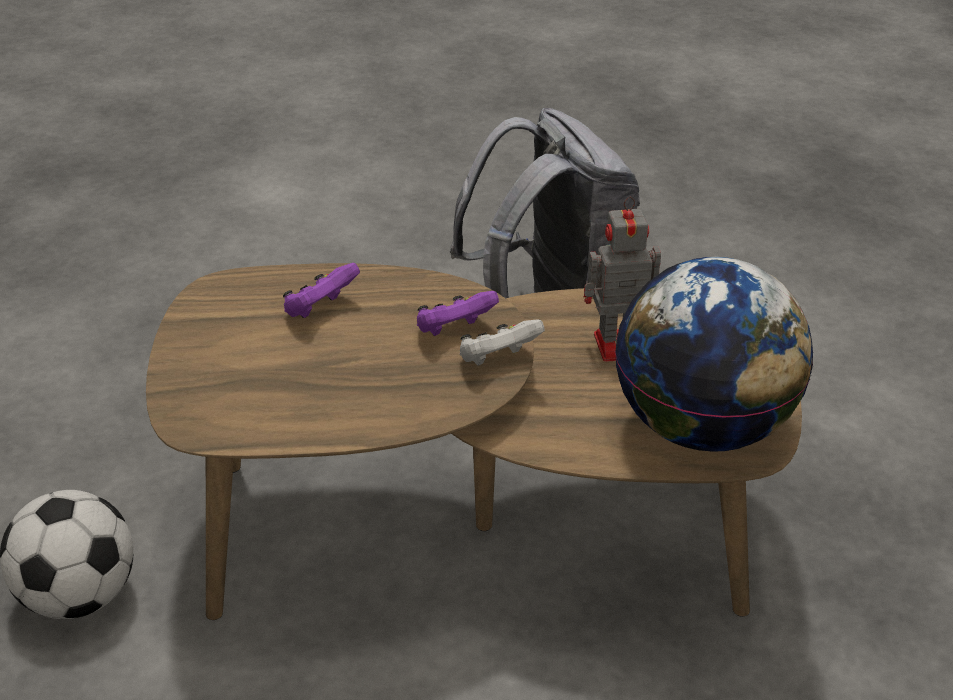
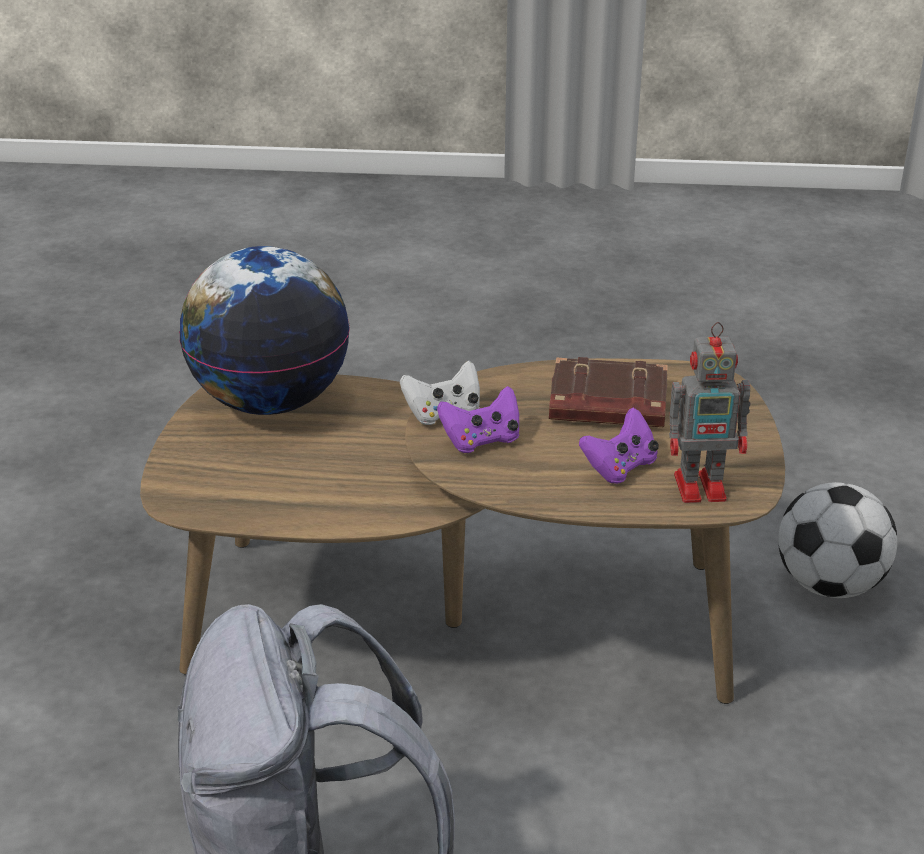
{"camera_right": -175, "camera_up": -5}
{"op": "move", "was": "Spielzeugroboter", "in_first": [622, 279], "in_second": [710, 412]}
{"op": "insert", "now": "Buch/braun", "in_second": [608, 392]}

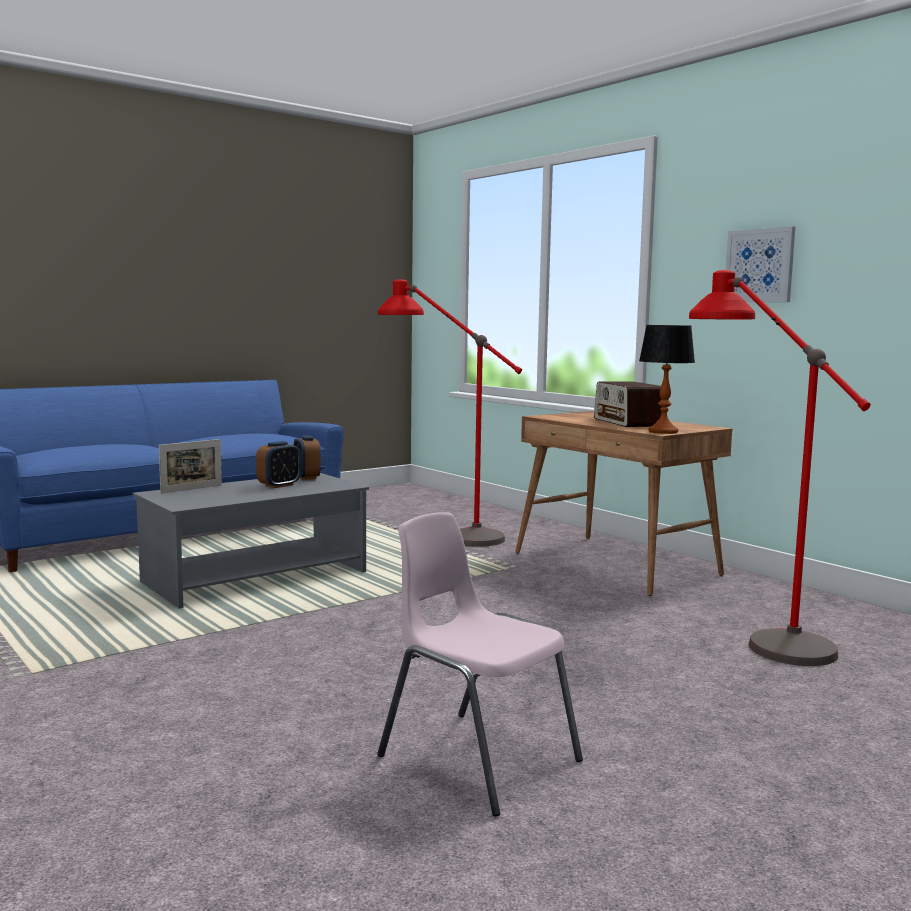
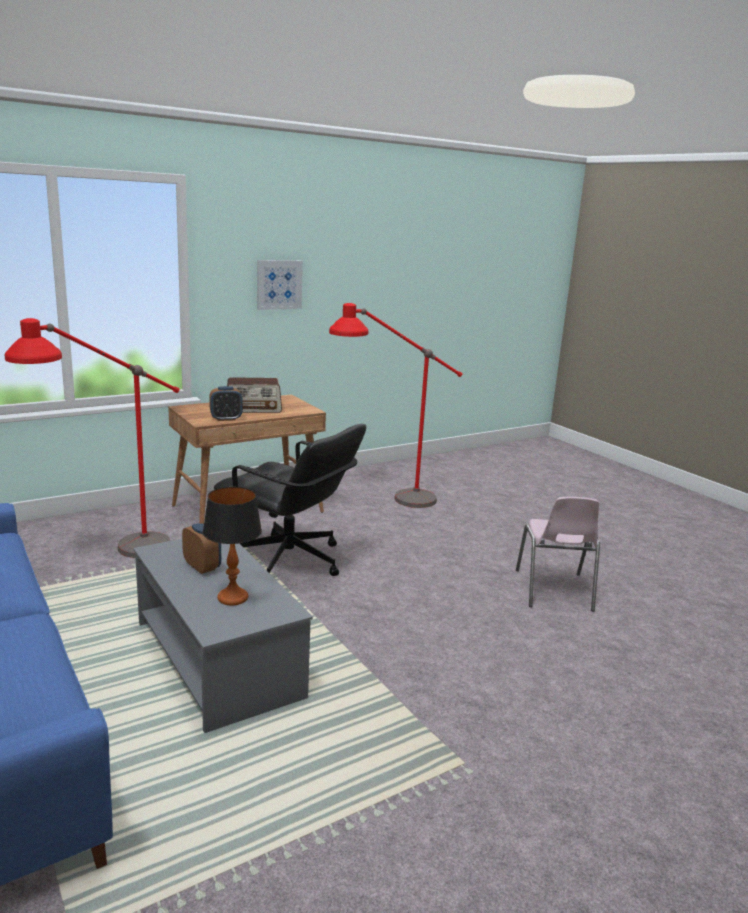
{"camera_right": -85, "camera_up": 10}
{"op": "delete", "was": "Bilderrahmen", "in_first": [190, 466]}
{"op": "move", "was": "Wecker", "in_first": [307, 457], "in_second": [226, 403]}
{"op": "rotate", "was": "Stuhl/rosa", "in_first": [480, 664], "in_second": [558, 554], "clockwise": -45}
{"op": "move", "was": "Tischlampe", "in_first": [667, 379], "in_second": [232, 546]}
{"op": "insert", "now": "Bürostuhl/schwarz", "in_second": [290, 500]}

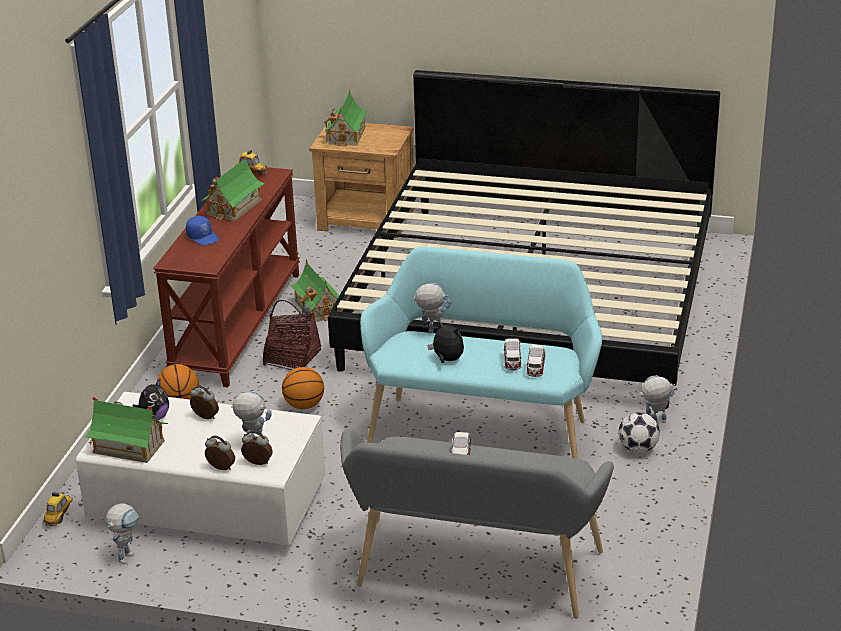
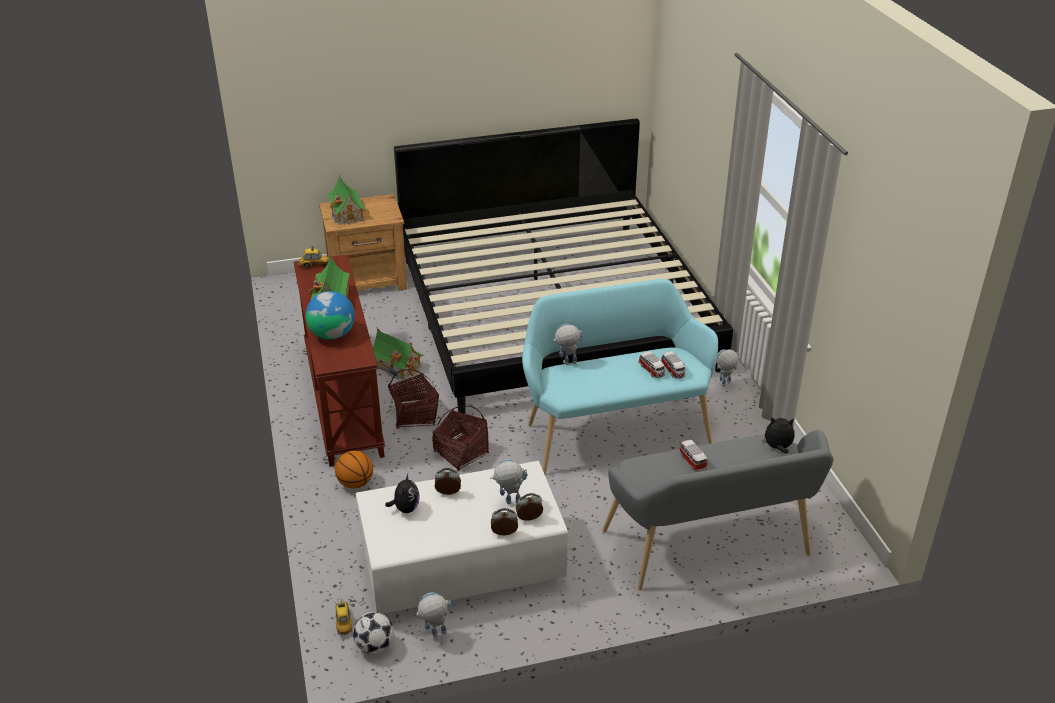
{"camera_right": -30, "camera_up": 5}
{"op": "delete", "was": "Spielzeughaus", "in_first": [126, 430]}
{"op": "rotate", "was": "Spielzeugroboter", "in_first": [122, 534], "in_second": [433, 614], "clockwise": -105}
{"op": "replace", "was": "Kappe/blau", "now": "Globus", "in_first": [202, 231], "in_second": [330, 315]}
{"op": "replace", "was": "Basketball", "now": "Korb", "in_first": [303, 388], "in_second": [460, 438]}
{"op": "move", "was": "Plüschtier", "in_first": [445, 342], "in_second": [779, 434]}
{"op": "move", "was": "Fußball", "in_first": [639, 432], "in_second": [373, 633]}

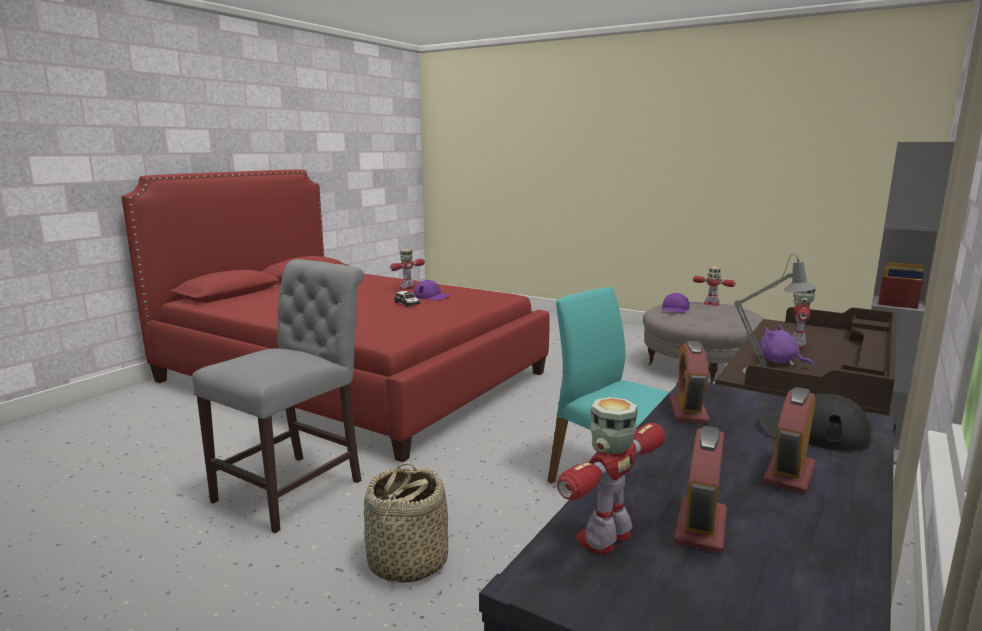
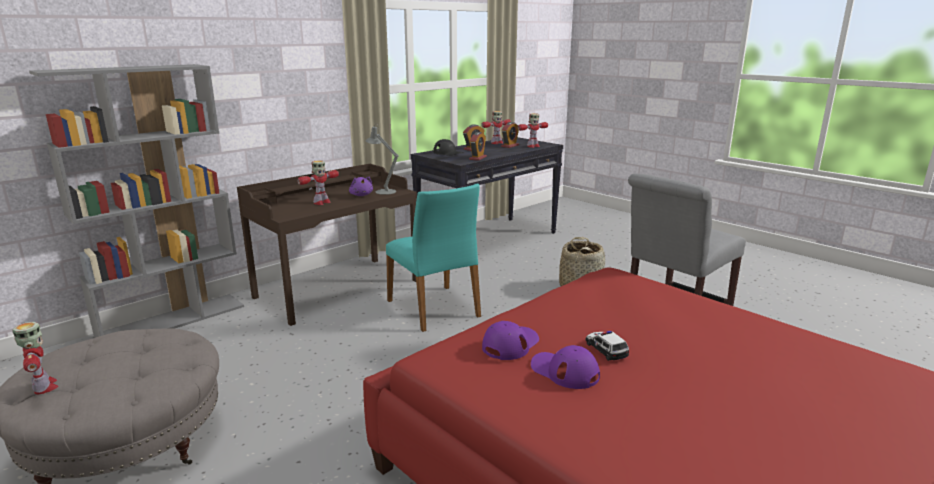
{"camera_right": -165, "camera_up": 5}
{"op": "move", "was": "Spielzeugroboter", "in_first": [407, 269], "in_second": [496, 127]}
{"op": "move", "was": "Kappe/lila", "in_first": [676, 303], "in_second": [510, 340]}

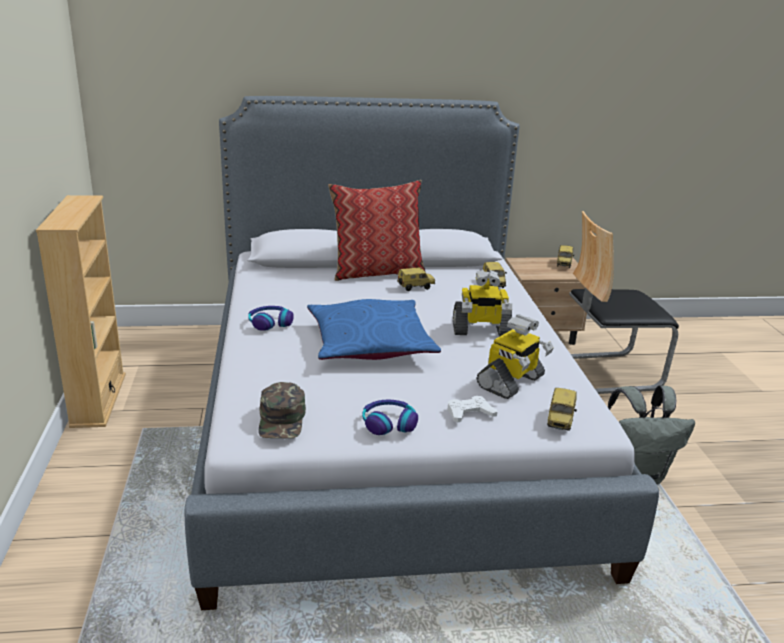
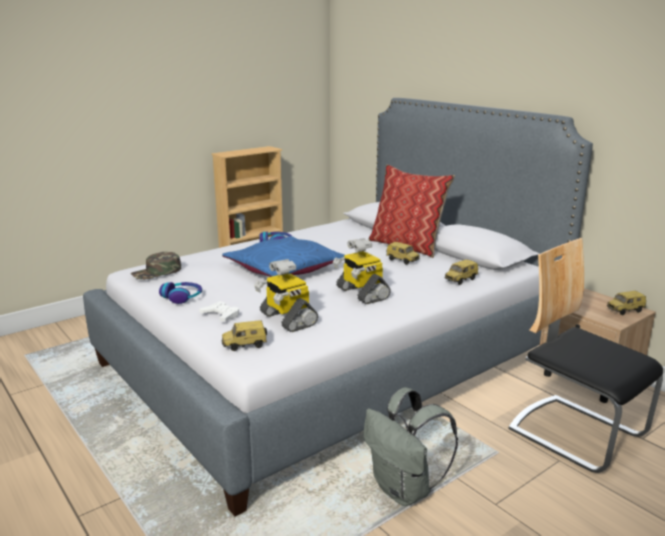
{"camera_right": 60, "camera_up": -5}
{"op": "rotate", "was": "Spielzeugroboter", "in_first": [515, 357], "in_second": [286, 295], "clockwise": 45}

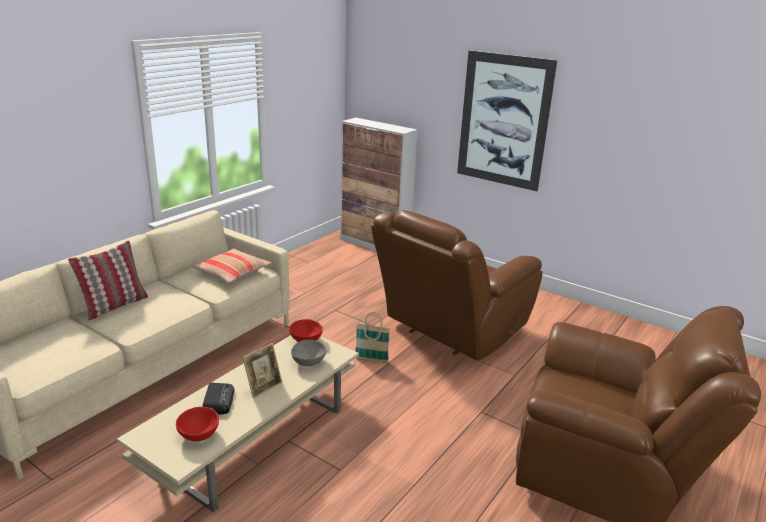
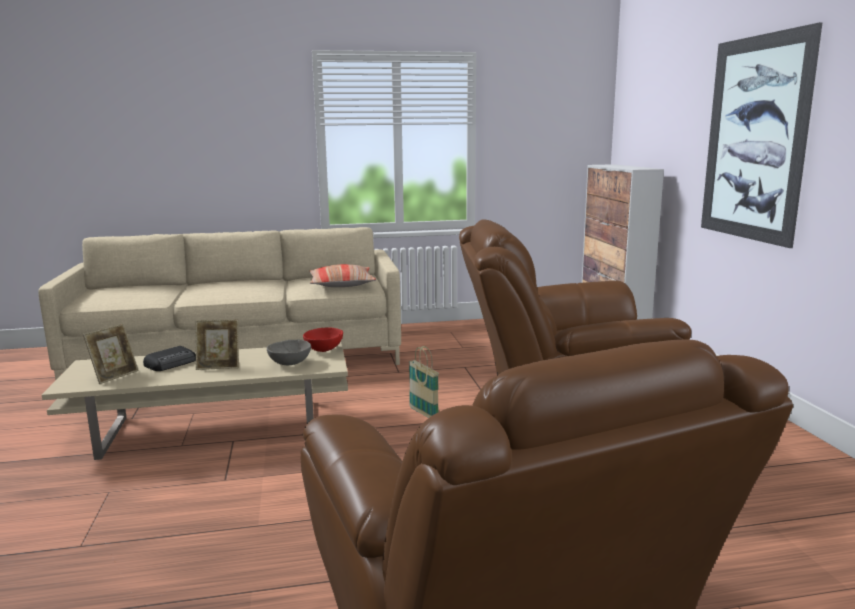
{"camera_right": 45, "camera_up": -10}
{"op": "delete", "was": "Kissen", "in_first": [108, 280]}
{"op": "replace", "was": "Schüssel/rot", "now": "Bilderrahmen", "in_first": [197, 424], "in_second": [111, 354]}

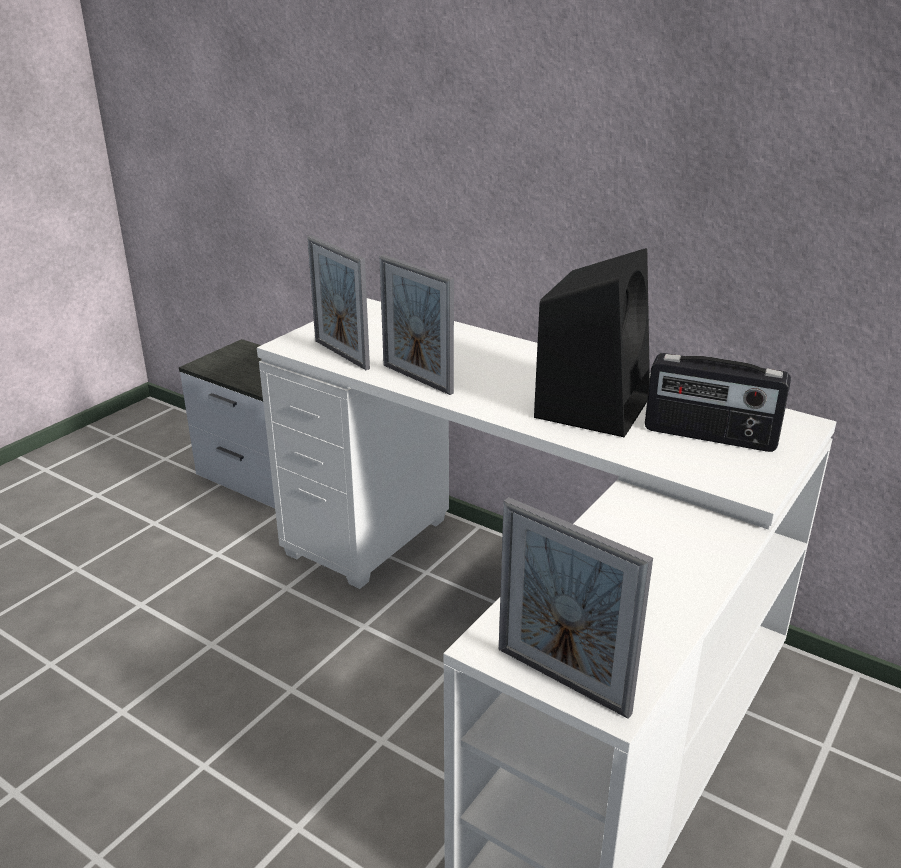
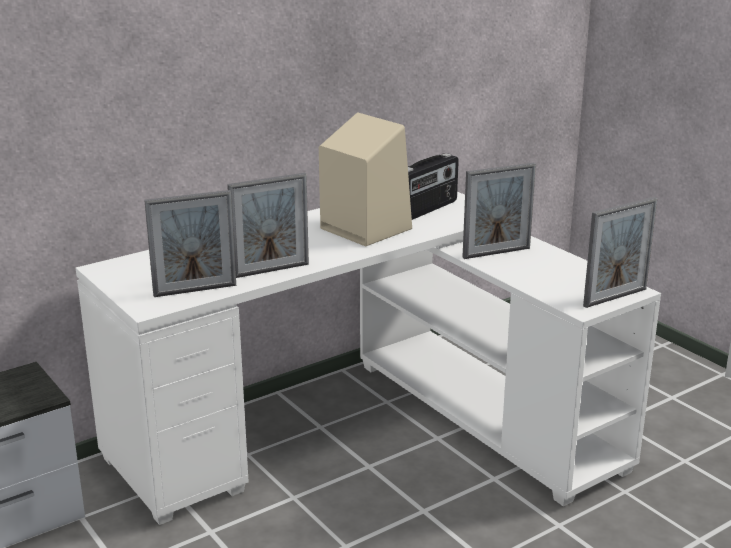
{"camera_right": -70, "camera_up": -5}
{"op": "recolor", "was": "Lautsprecher/schwarz", "now": "Lautsprecher/beige", "in_first": [592, 342], "in_second": [365, 179]}
{"op": "insert", "now": "Bilderrahmen", "in_second": [499, 211]}

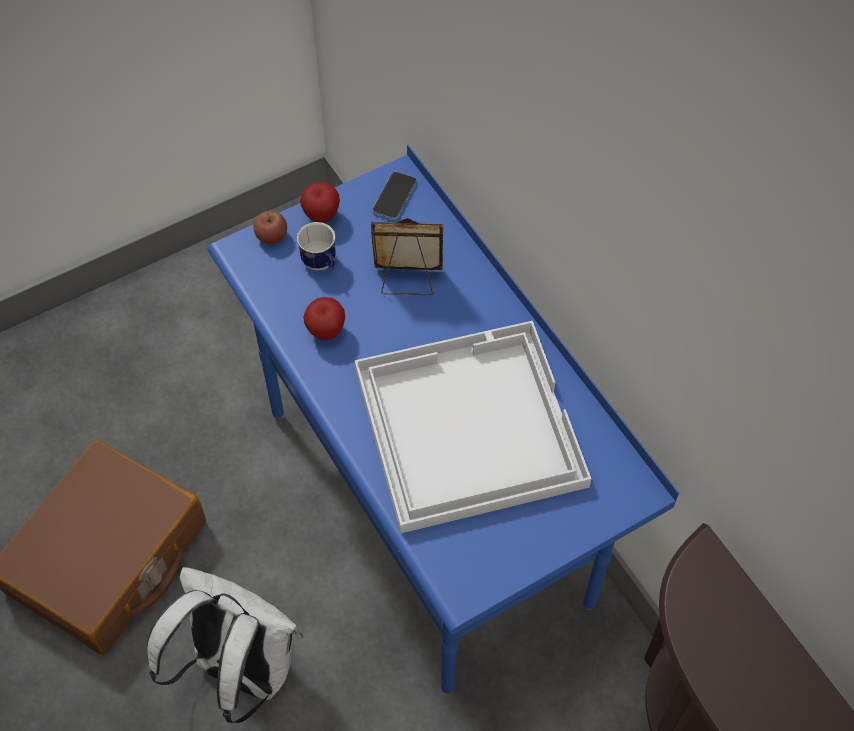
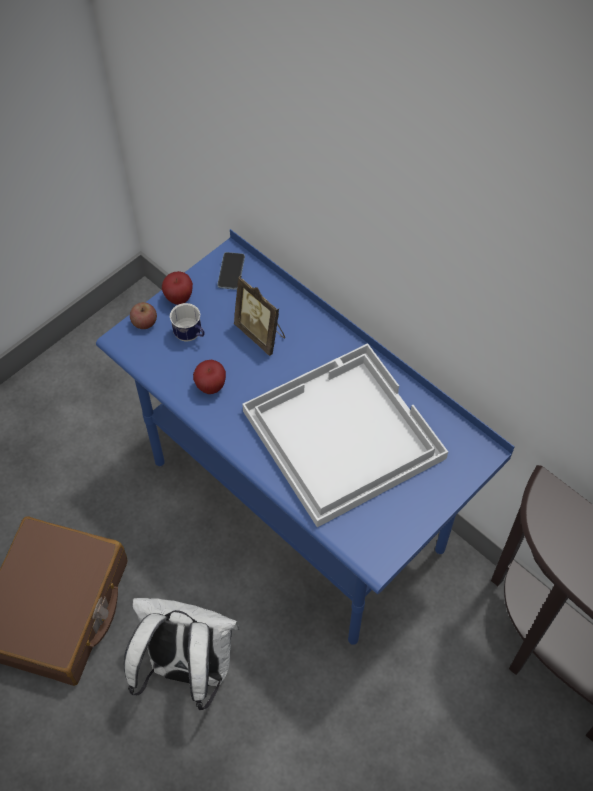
{"camera_right": -15, "camera_up": 0}
{"op": "rotate", "was": "Bilderrahmen", "in_first": [407, 257], "in_second": [259, 316], "clockwise": -120}

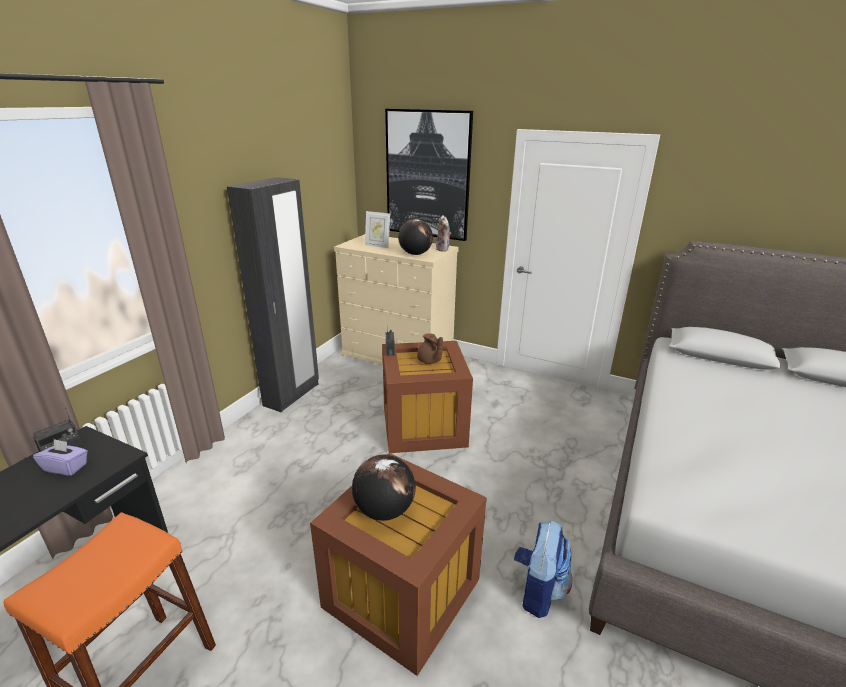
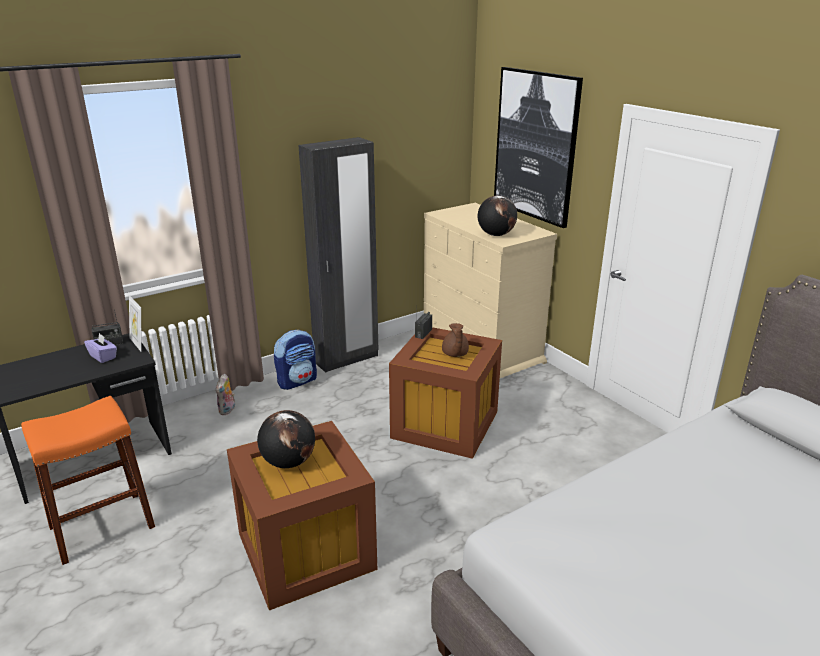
{"camera_right": 30, "camera_up": 0}
{"op": "move", "was": "Bilderrahmen", "in_first": [377, 229], "in_second": [135, 323]}
{"op": "move", "was": "Plüschtier", "in_first": [443, 233], "in_second": [225, 394]}
{"op": "move", "was": "Rucksack", "in_first": [543, 569], "in_second": [295, 360]}

